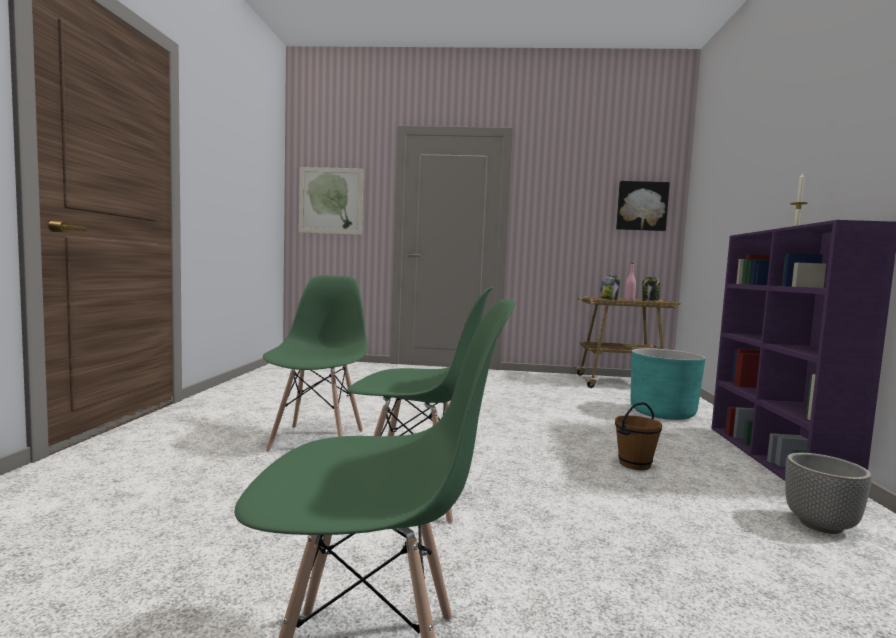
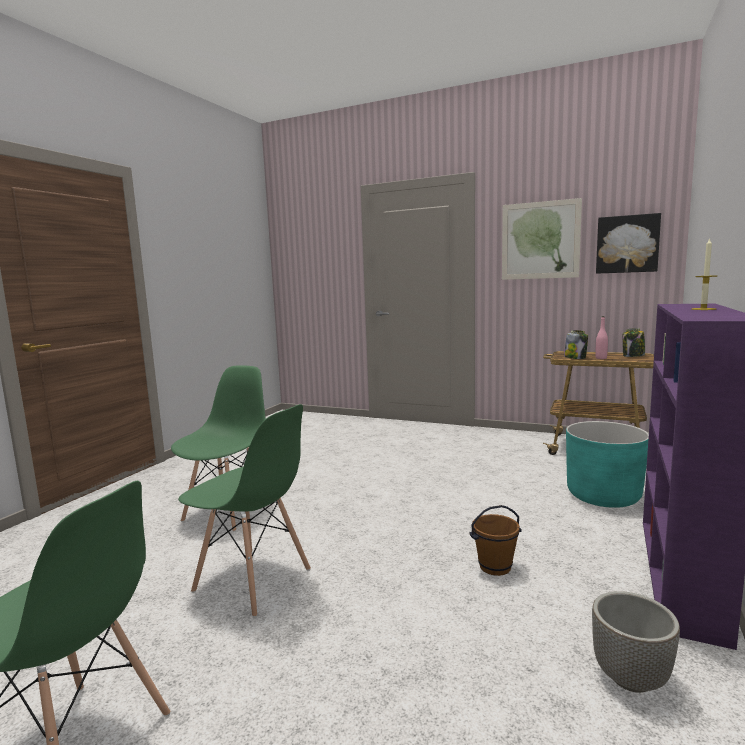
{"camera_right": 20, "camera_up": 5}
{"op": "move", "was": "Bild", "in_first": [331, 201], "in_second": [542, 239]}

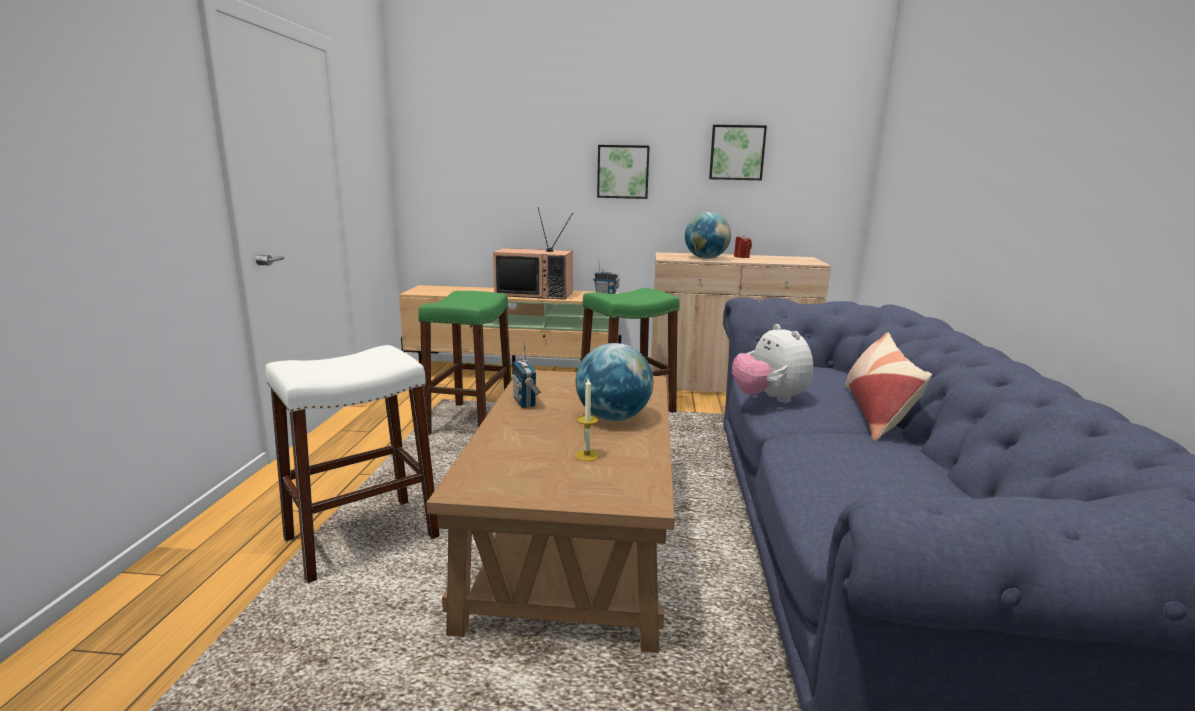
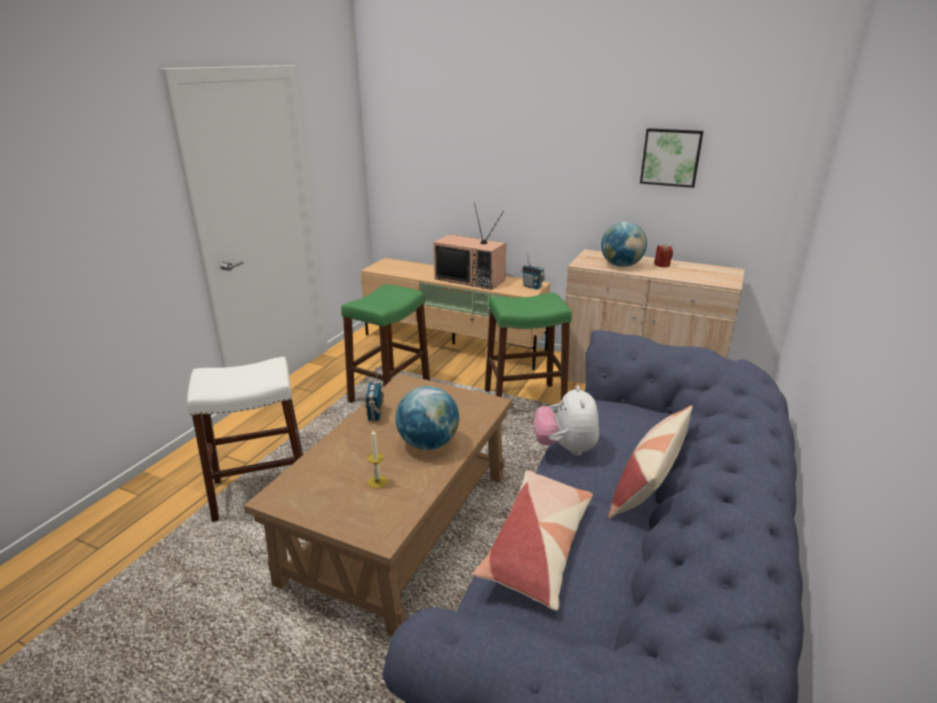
{"camera_right": 20, "camera_up": 10}
{"op": "delete", "was": "Bild", "in_first": [623, 172]}
{"op": "insert", "now": "Kissen", "in_second": [533, 540]}

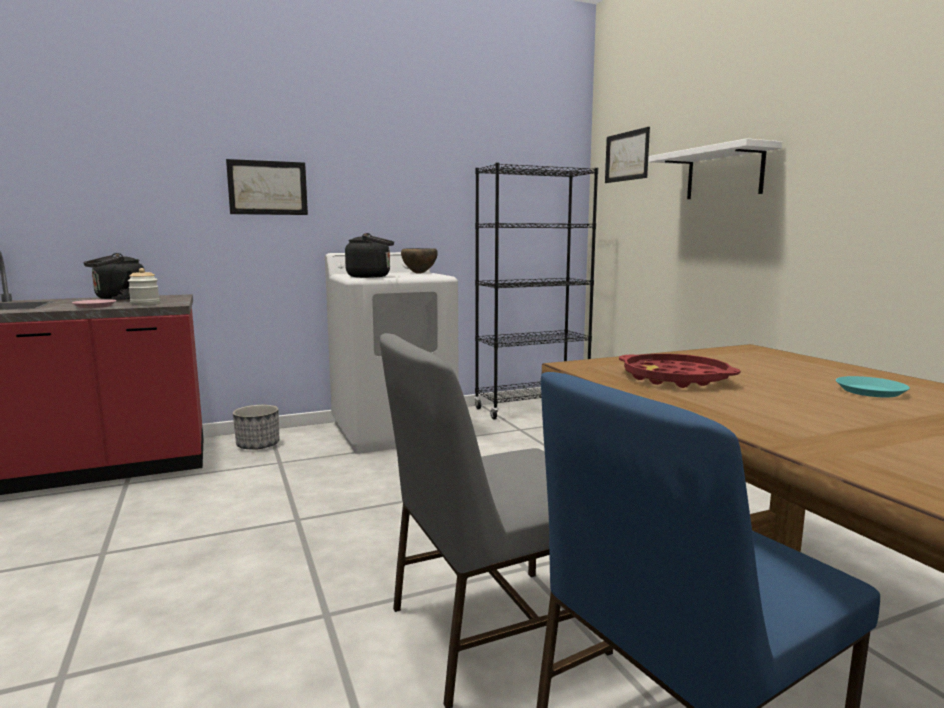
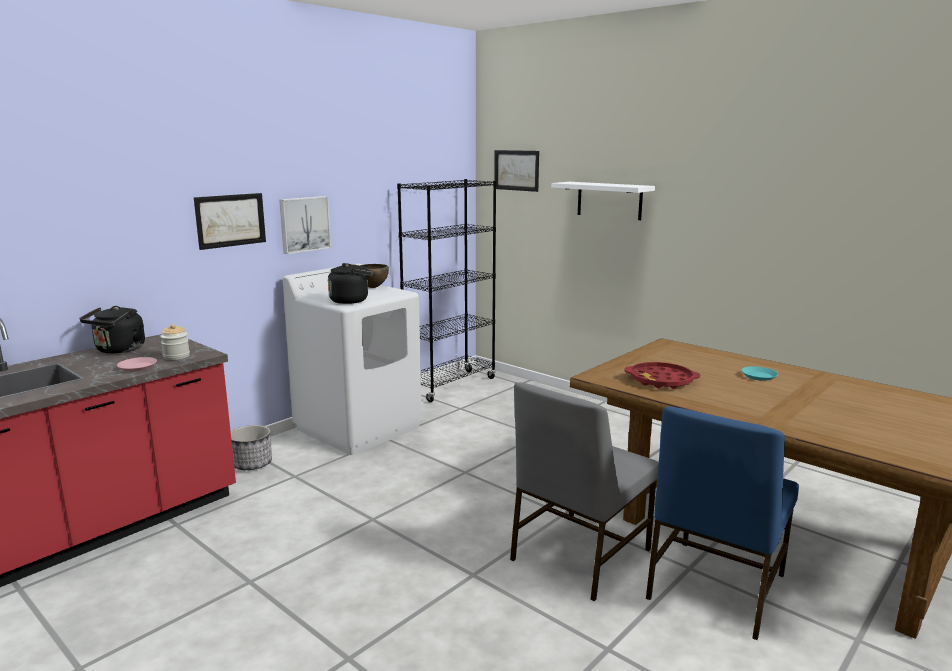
{"camera_right": -25, "camera_up": 5}
{"op": "insert", "now": "Bild", "in_second": [305, 225]}

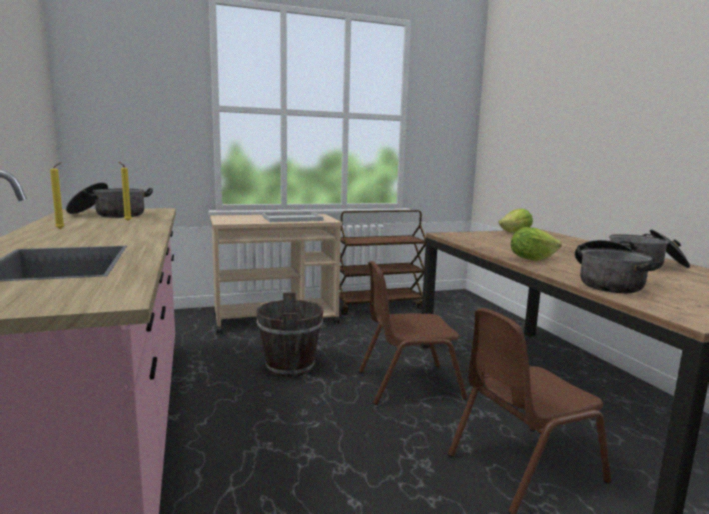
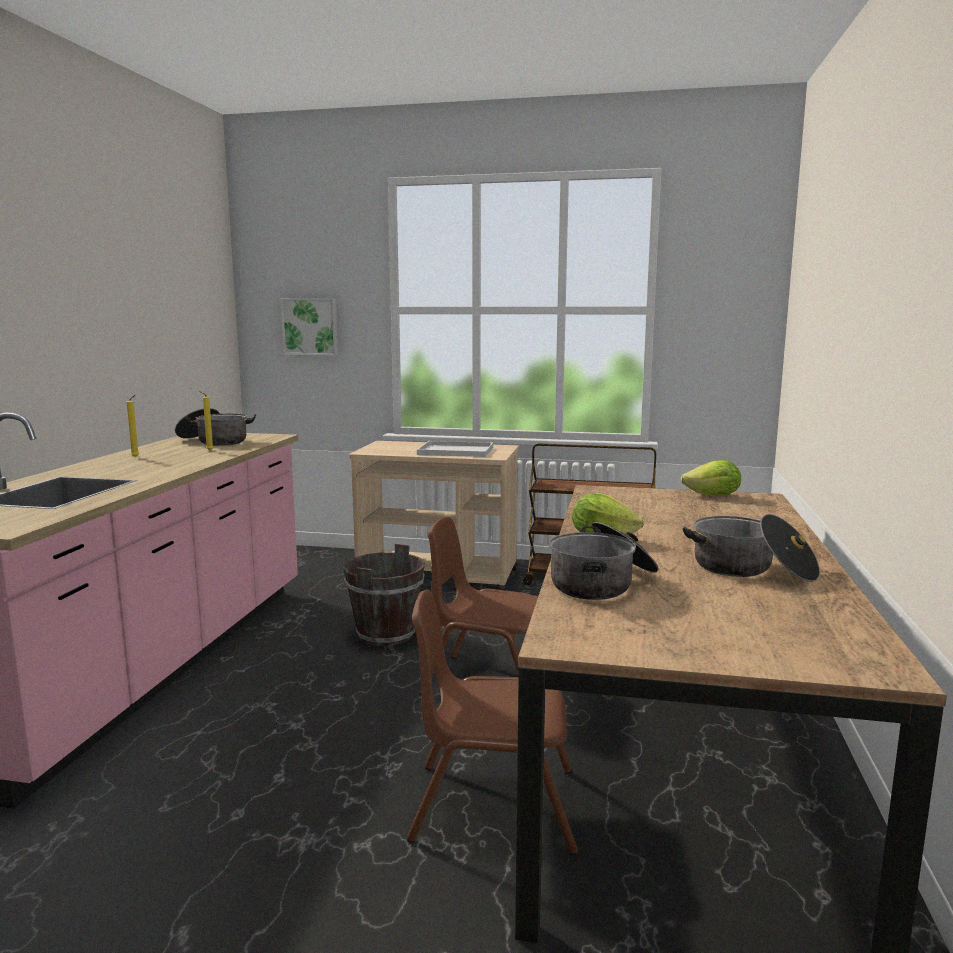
{"camera_right": 30, "camera_up": 0}
{"op": "insert", "now": "Bild", "in_second": [309, 327]}

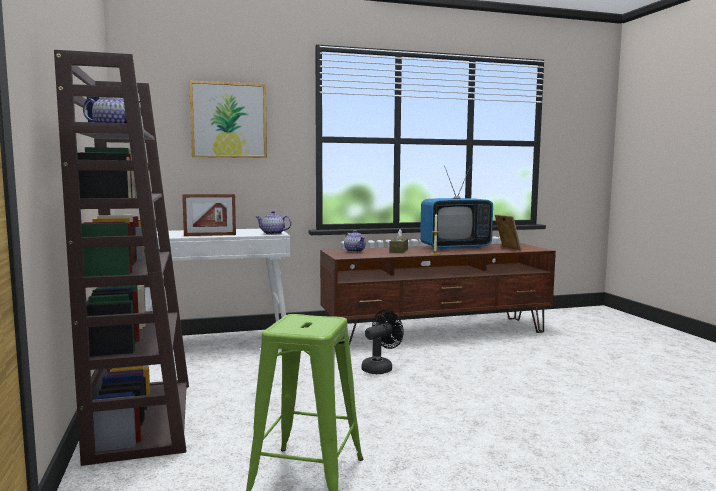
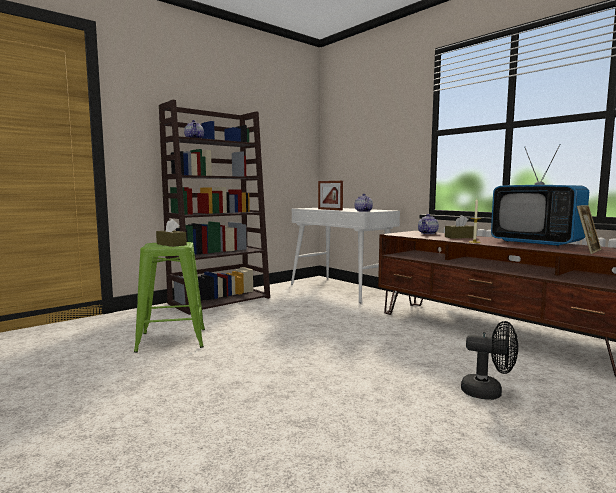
{"camera_right": 65, "camera_up": 0}
{"op": "delete", "was": "Bild", "in_first": [228, 119]}
{"op": "move", "was": "Ventilator/schwarz", "in_first": [382, 342], "in_second": [489, 360]}
{"op": "insert", "now": "Taschentuchbox/braun", "in_second": [171, 233]}

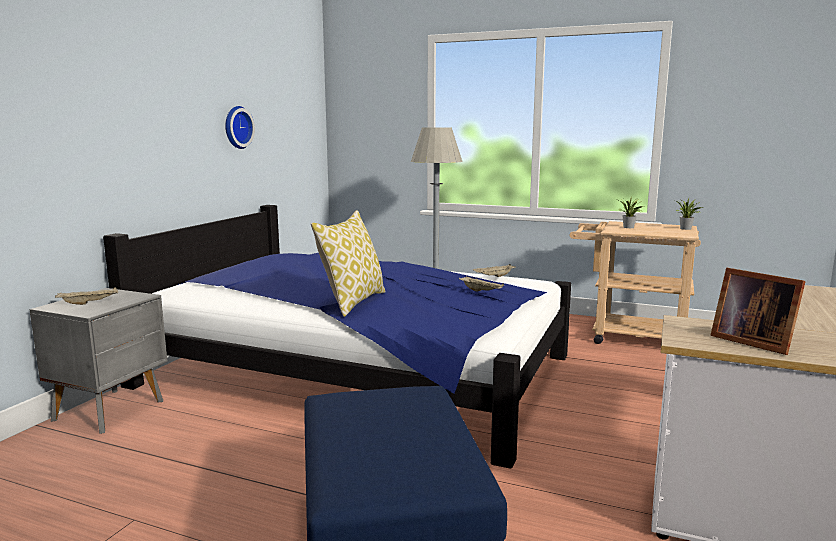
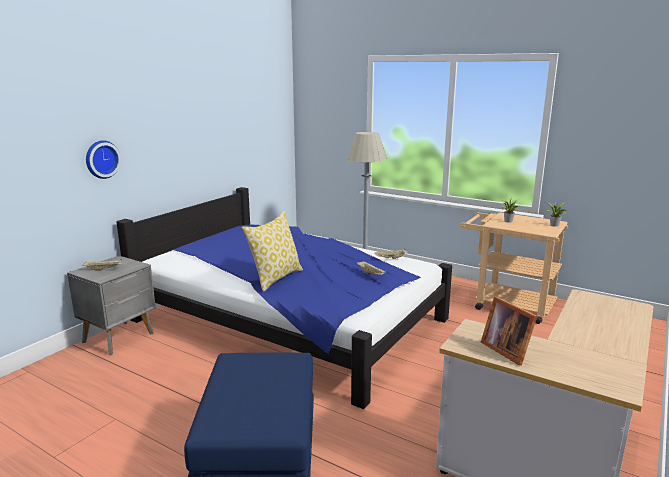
{"camera_right": 10, "camera_up": 5}
{"op": "move", "was": "Wanduhr", "in_first": [240, 127], "in_second": [103, 159]}

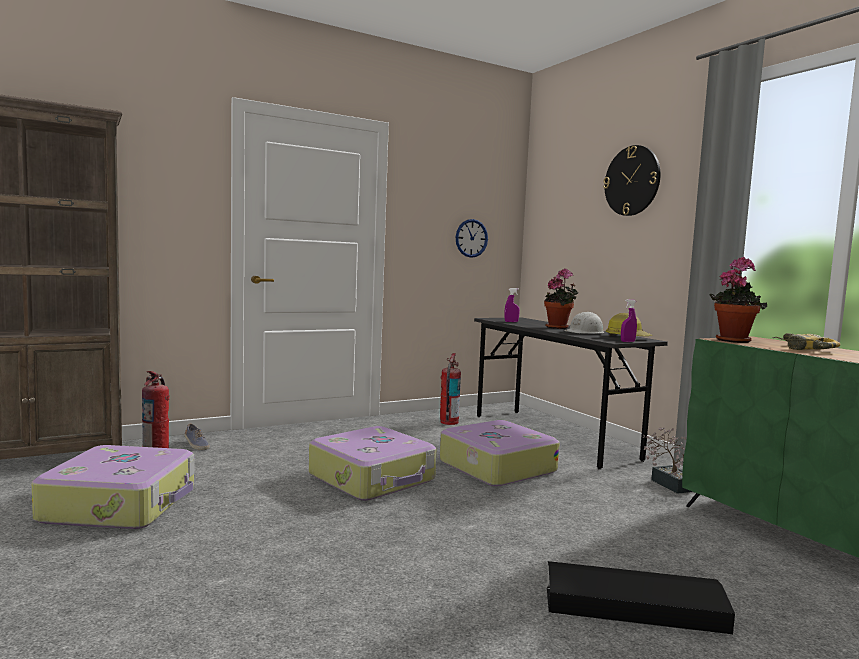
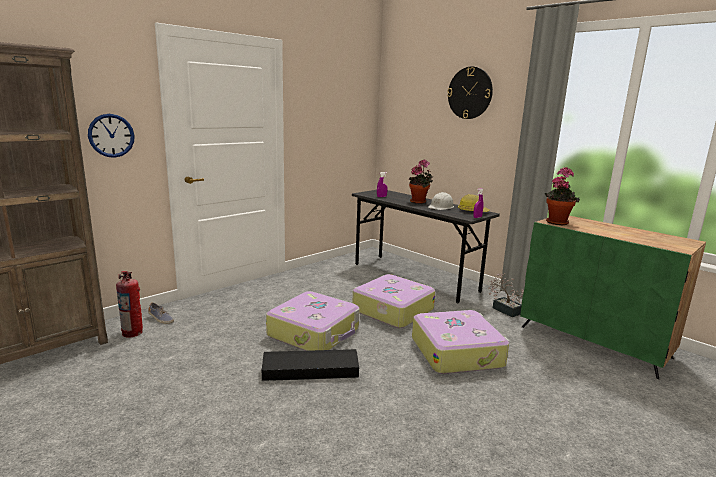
{"camera_right": -15, "camera_up": 10}
{"op": "move", "was": "Koffer", "in_first": [113, 487], "in_second": [460, 342]}
{"op": "delete", "was": "Feuerlöscher", "in_first": [450, 389]}
{"op": "move", "was": "Wanduhr", "in_first": [472, 238], "in_second": [111, 136]}
{"op": "move", "was": "Aufbewahrungsbox/schwarz", "in_first": [641, 597], "in_second": [310, 365]}
{"op": "delete", "was": "Bohrmaschine", "in_first": [806, 341]}

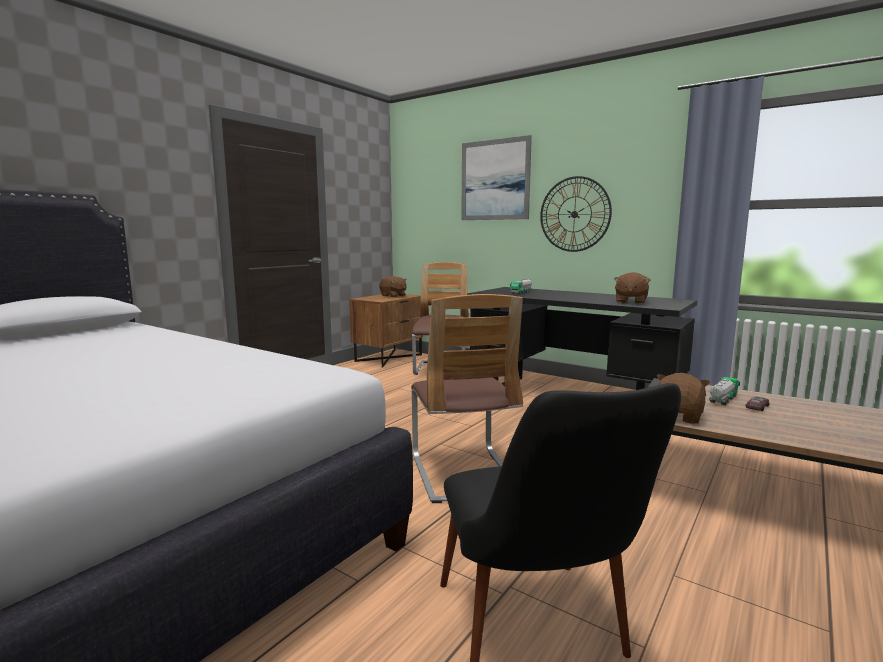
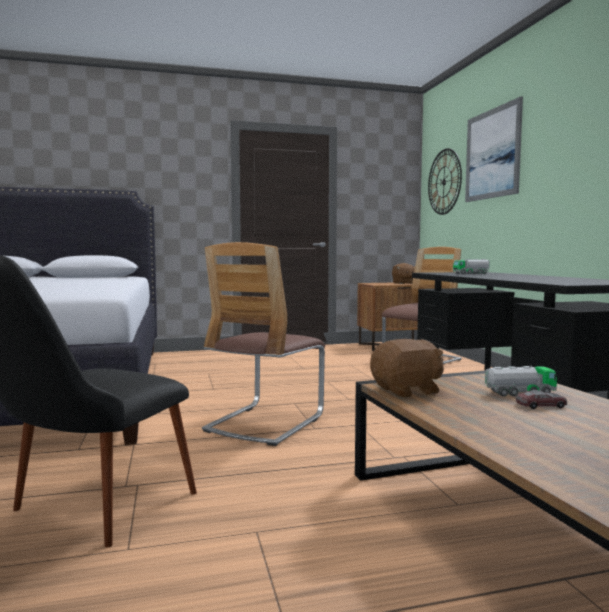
{"camera_right": 40, "camera_up": -5}
{"op": "move", "was": "Wanduhr", "in_first": [576, 214], "in_second": [445, 181]}
{"op": "delete", "was": "Plüschtier/braun", "in_first": [632, 288]}

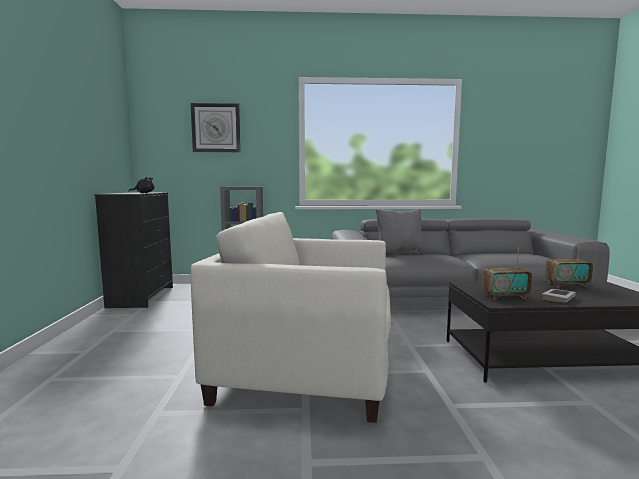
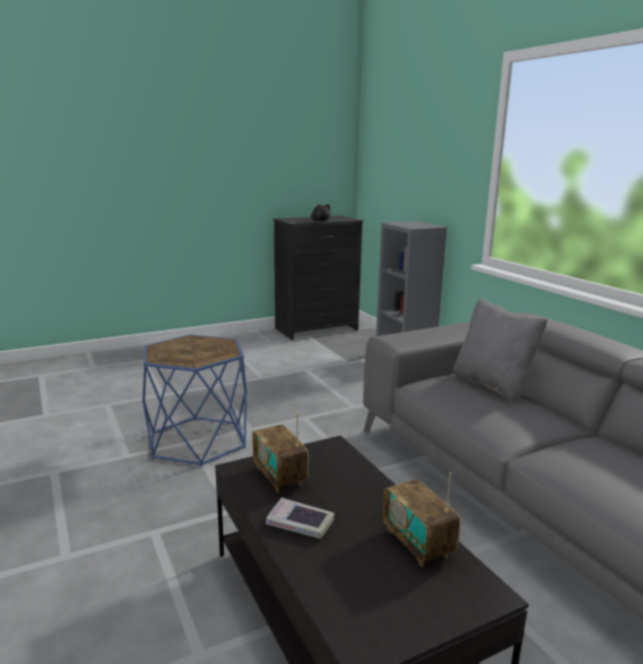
{"camera_right": 65, "camera_up": 10}
{"op": "delete", "was": "Wanduhr", "in_first": [216, 127]}
{"op": "replace", "was": "Sessel/beige", "now": "Beistelltisch/blau", "in_first": [291, 317], "in_second": [194, 400]}

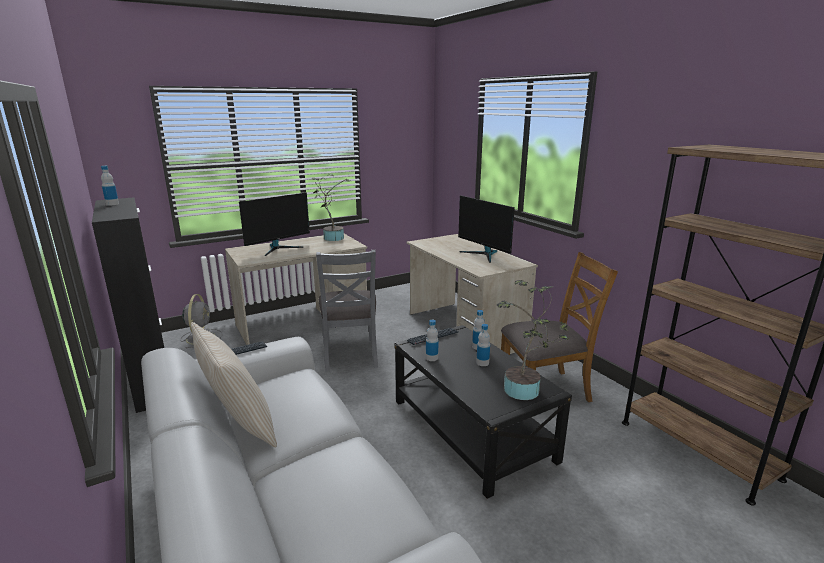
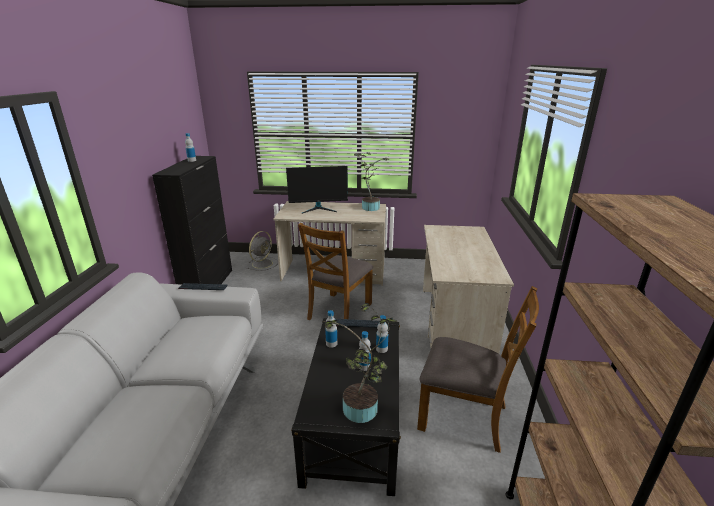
{"camera_right": 35, "camera_up": 5}
{"op": "delete", "was": "Kissen/beige", "in_first": [234, 384]}
{"op": "recolor", "was": "Stuhl/grau", "now": "Stuhl/braun", "in_first": [347, 311], "in_second": [335, 271]}
{"op": "delete", "was": "Monitor", "in_first": [486, 229]}

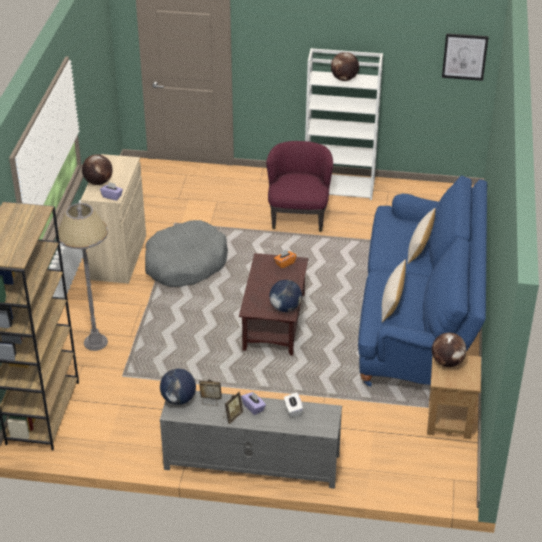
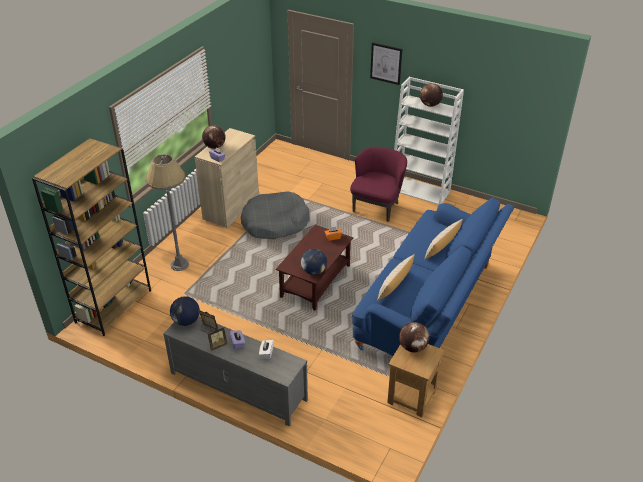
{"camera_right": 20, "camera_up": 0}
{"op": "move", "was": "Bild", "in_first": [465, 57], "in_second": [386, 63]}

